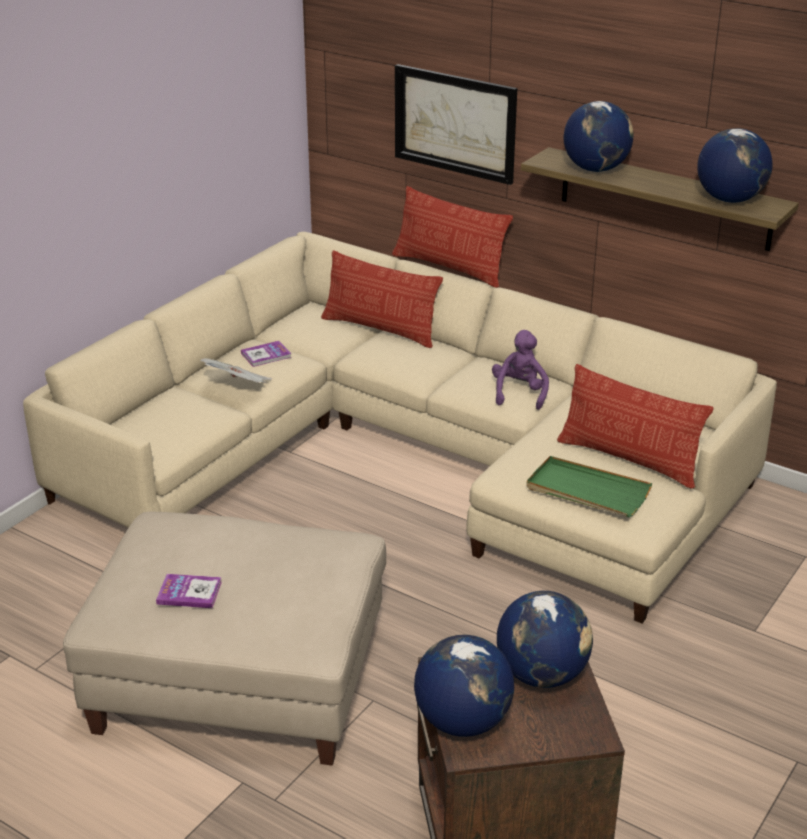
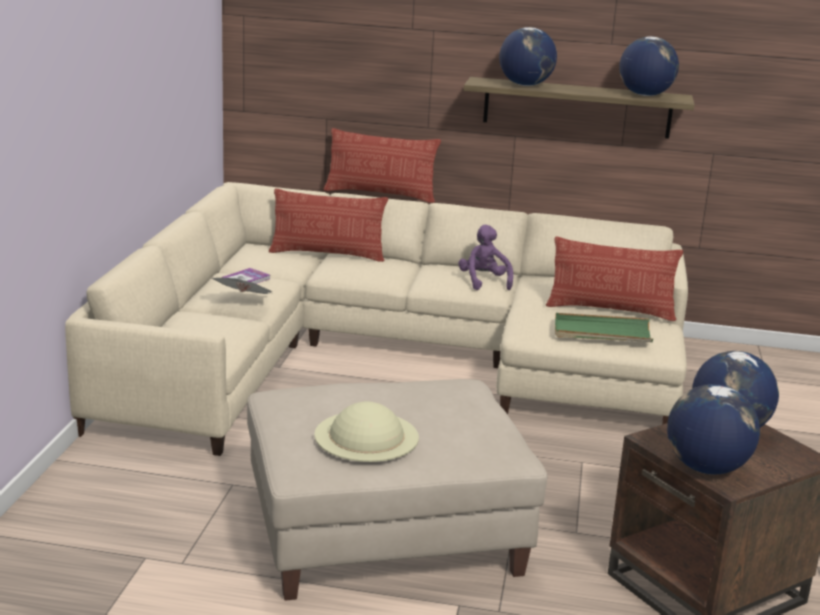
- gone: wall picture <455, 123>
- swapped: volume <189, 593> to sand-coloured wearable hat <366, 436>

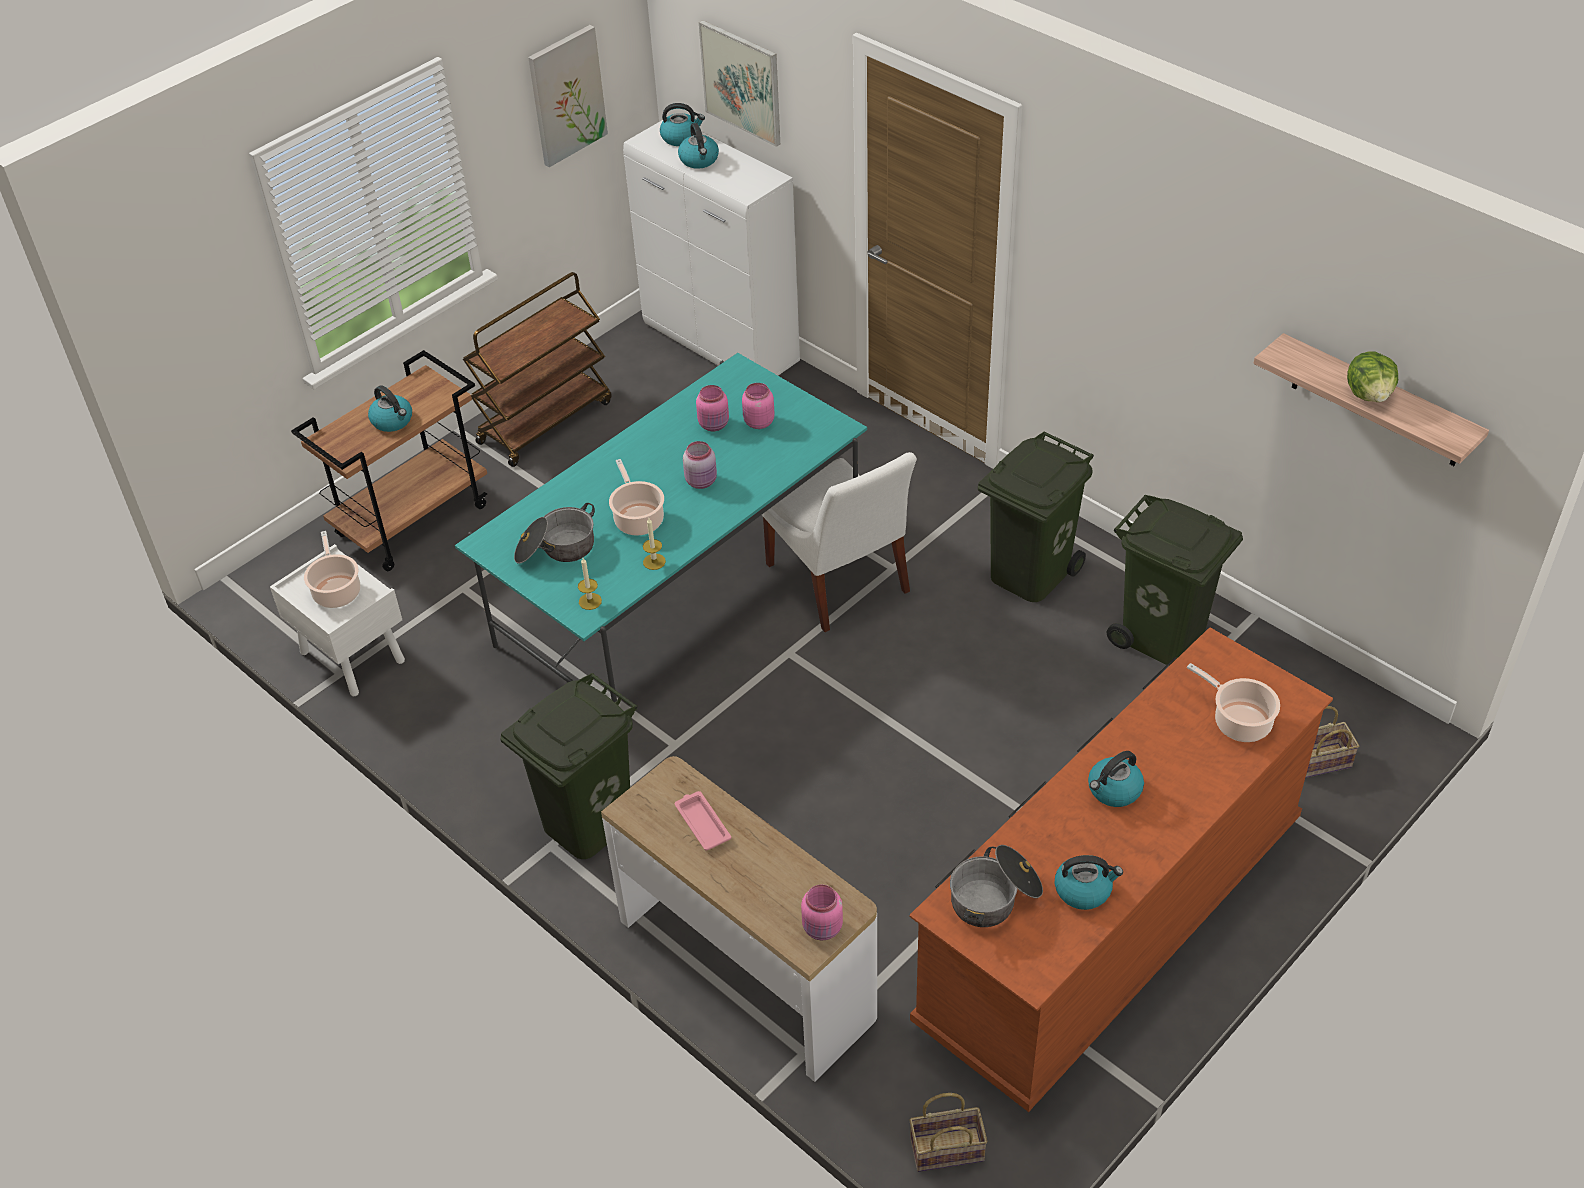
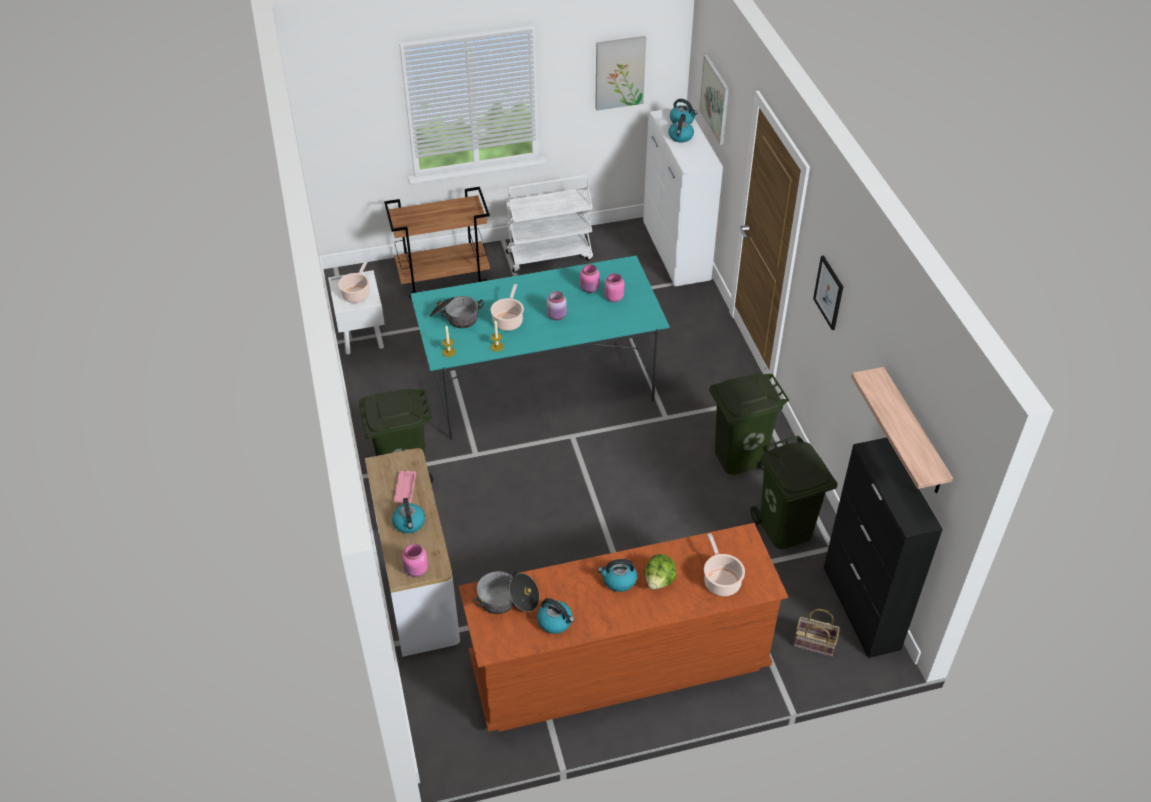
- repainted: brown-coloured wheeled cart <545, 421> to white wheeled cart <549, 255>
- shifted: lettuce <1369, 394> to <659, 581>
- shifted: tea kettle <393, 421> to <409, 523>
- gone: white upright chair <839, 582>
- gone: basket <948, 1148>
- new: wall picture <829, 292>
- new: black-coloured cabinet <861, 608>

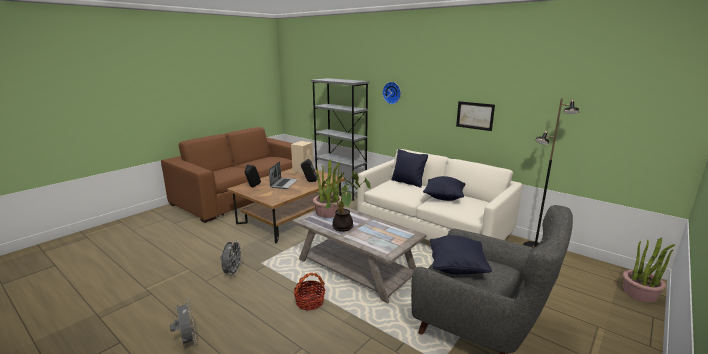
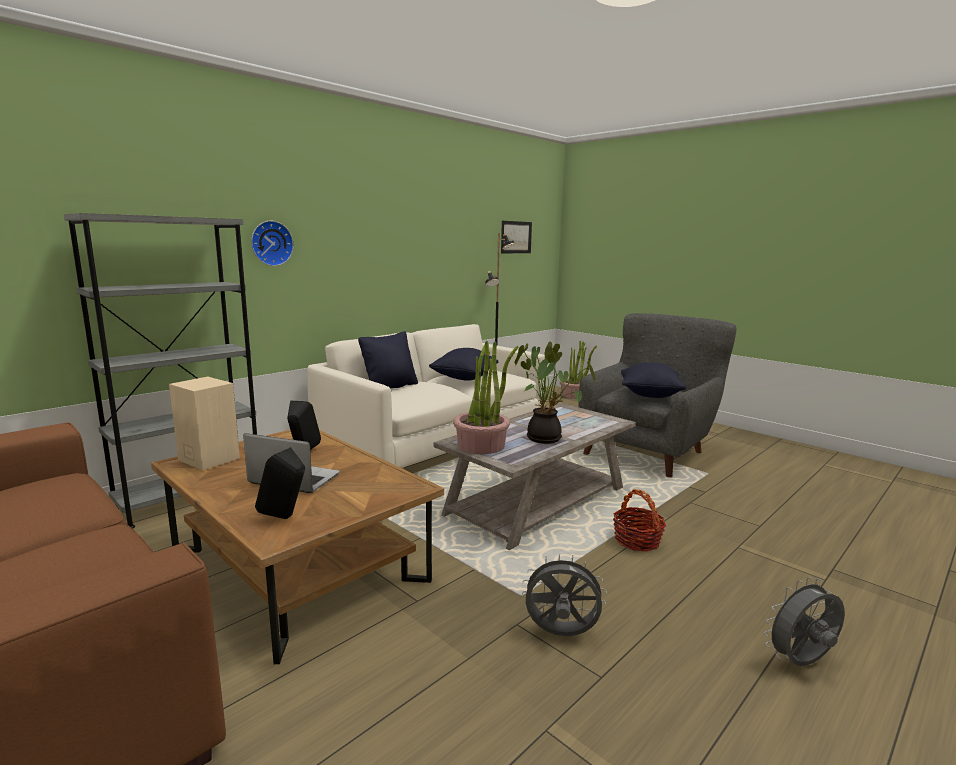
- shifted: wall picture <475, 115> to <516, 237>

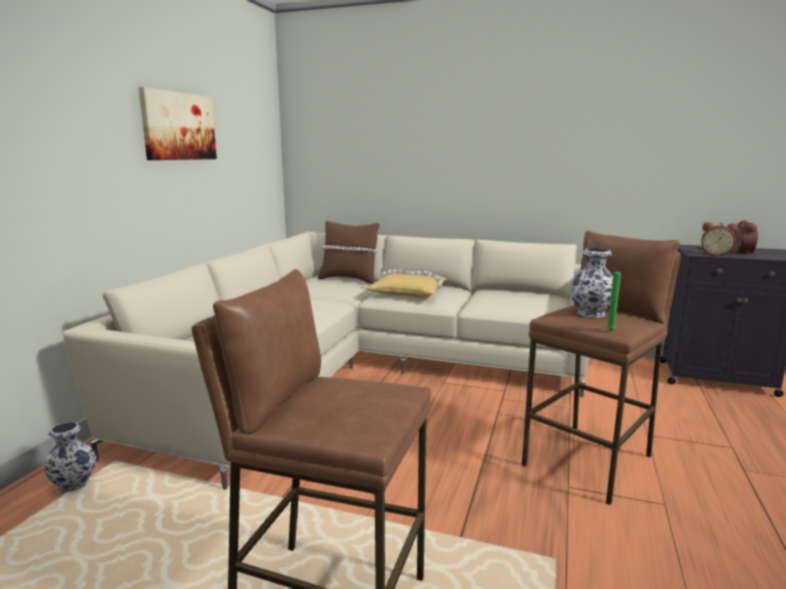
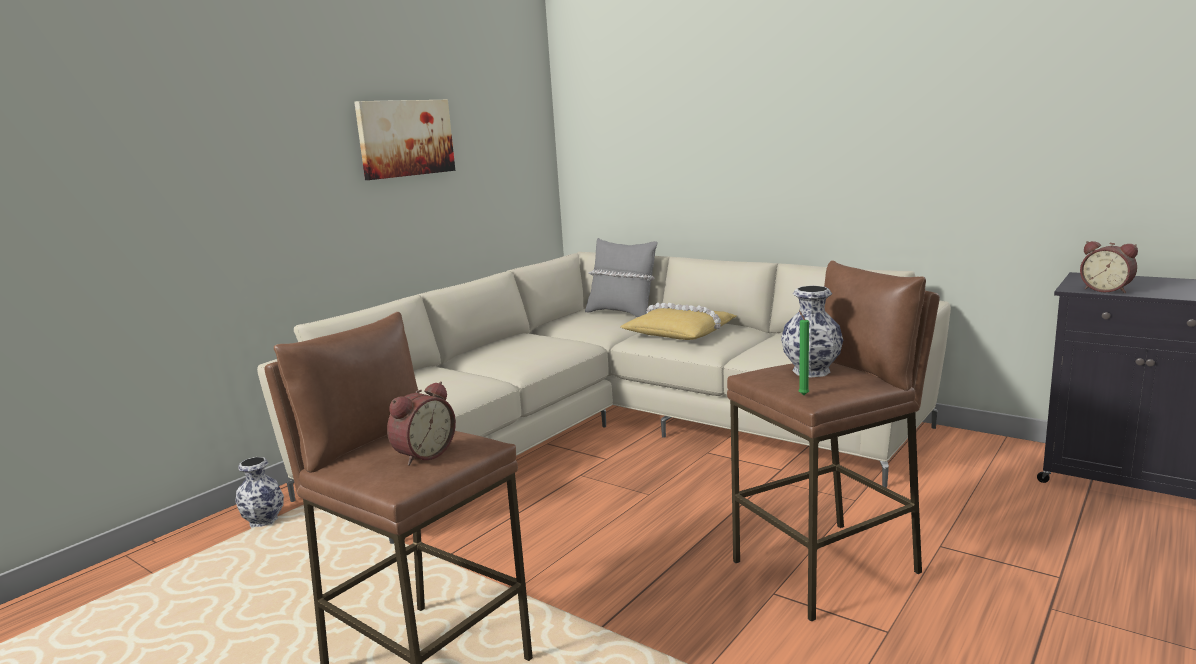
- repainted: brown-coloured pillow <349, 279> to grey pillow <622, 313>
- shifted: bedside clock <740, 252> to <423, 454>

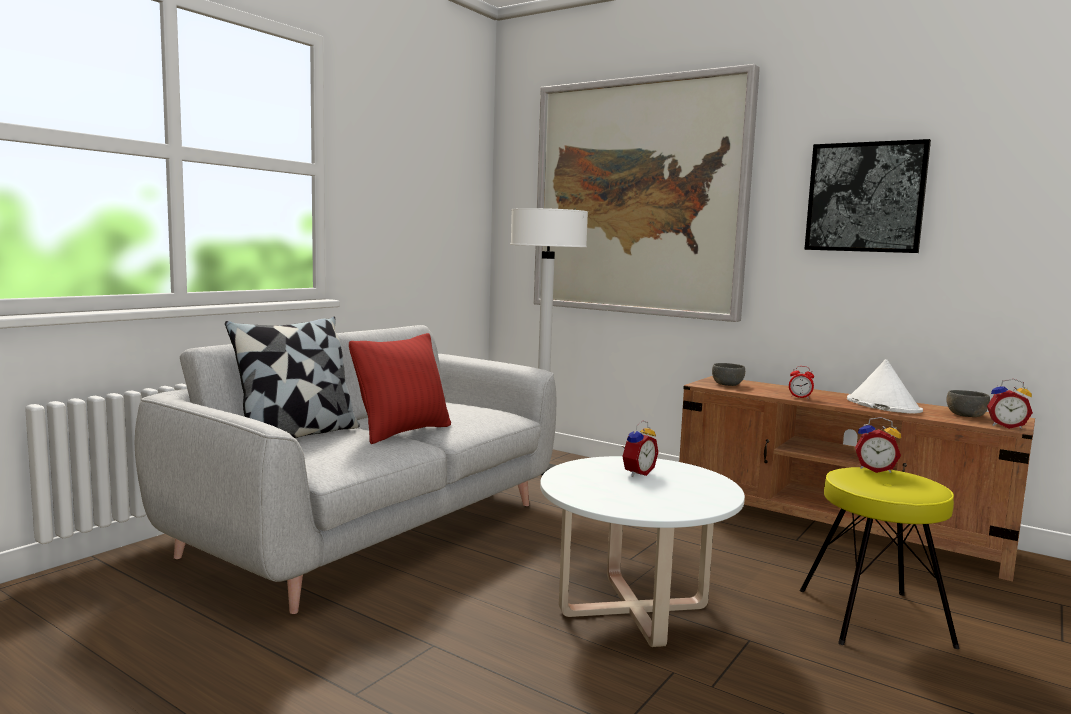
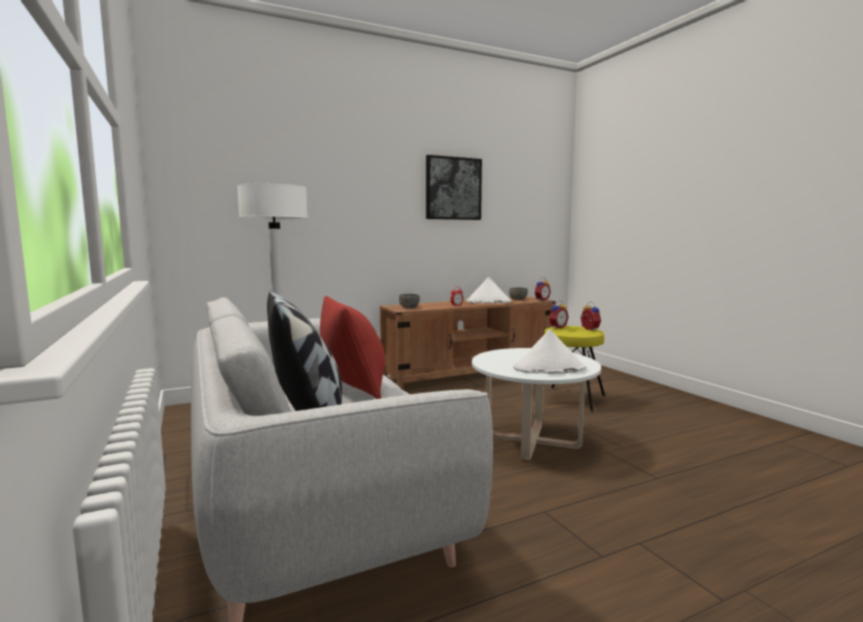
- gone: wall picture <638, 198>
- shifted: bedside clock <636, 473> to <588, 329>
- new: white wearable hat <549, 369>

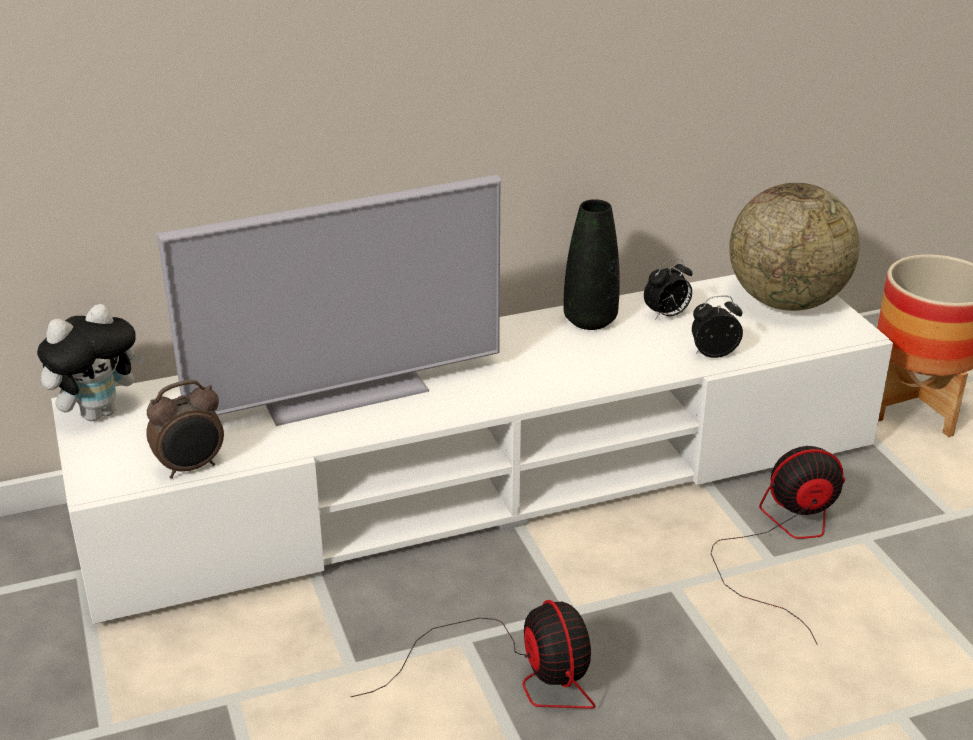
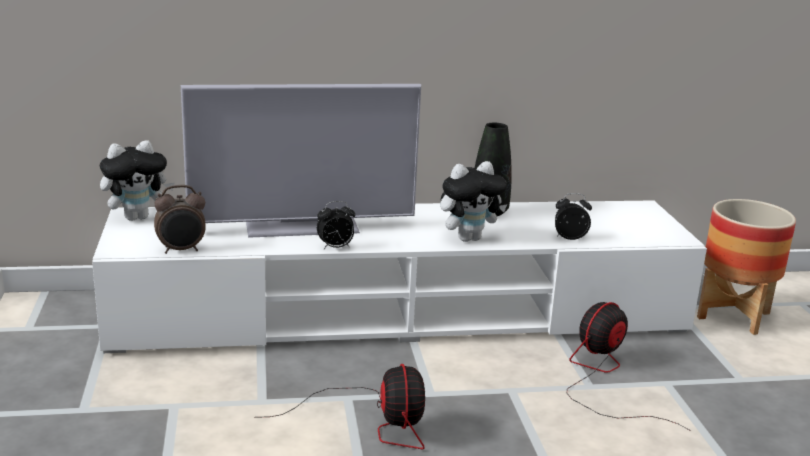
- gone: globe <786, 302>
- shifted: bedside clock <667, 315> to <335, 248>
- rotated: cooling fan <784, 542> = <603, 377> 45 degrees counterclockwise
- new: cuddly toy <469, 238>

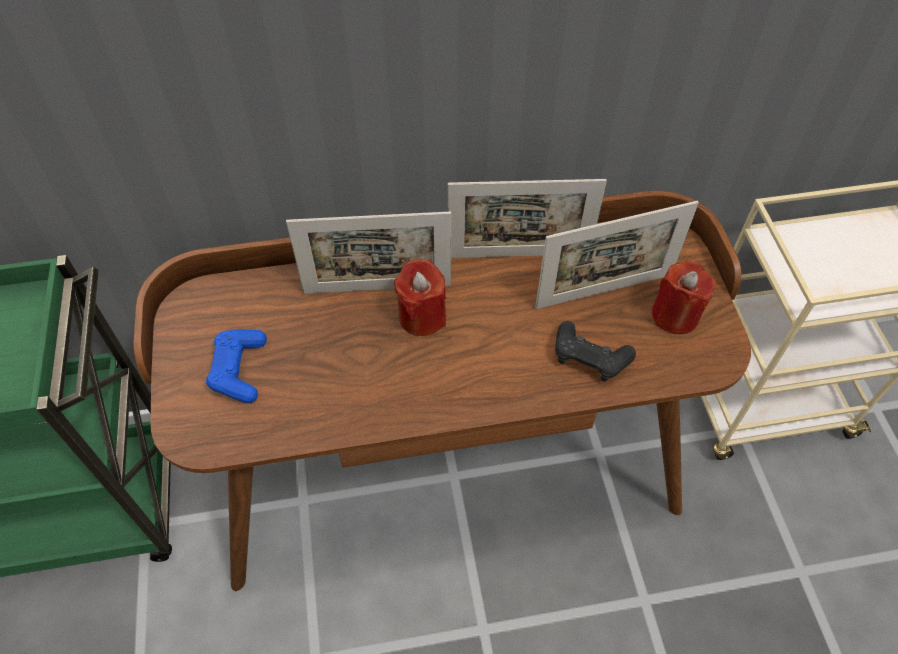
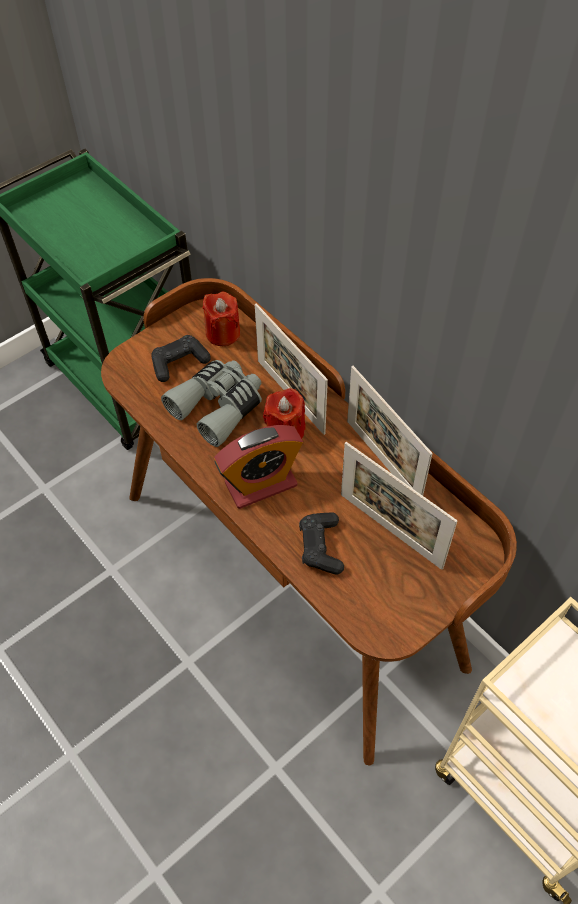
- shifted: red candle <675, 315> to <223, 333>
- repainted: blue game controller <239, 370> to black-coloured game controller <179, 363>
- new: grey binoculars <219, 406>
- new: bedside clock <261, 484>

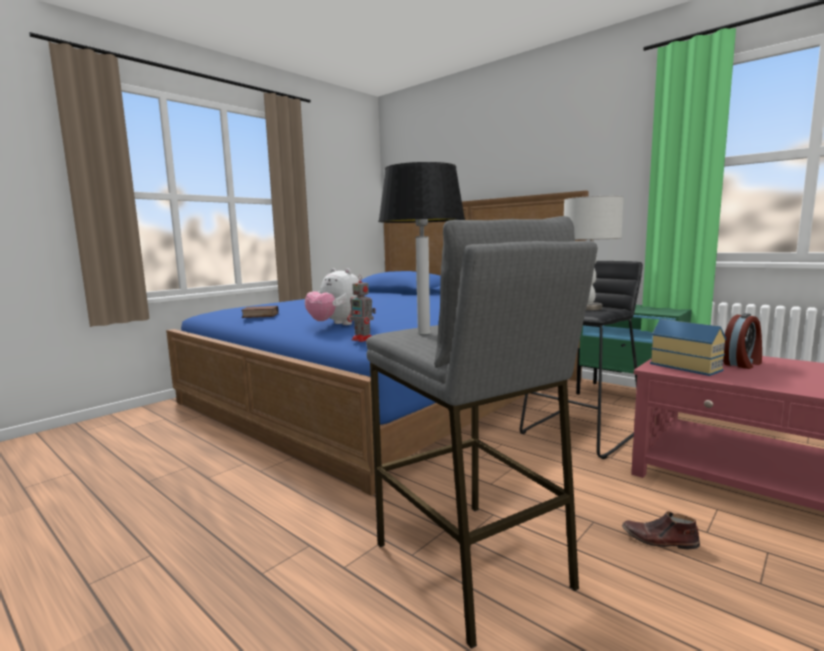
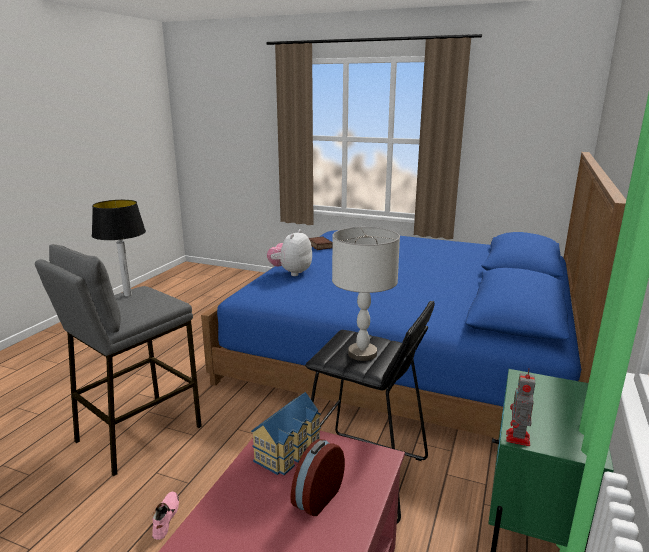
- shifted: toy robot <363, 339> to <517, 439>
- rotated: bedside clock <743, 364> = <316, 497> 90 degrees clockwise
- repainted: brown-coloured low shoe <659, 540> to pink-coloured low shoe <165, 518>

